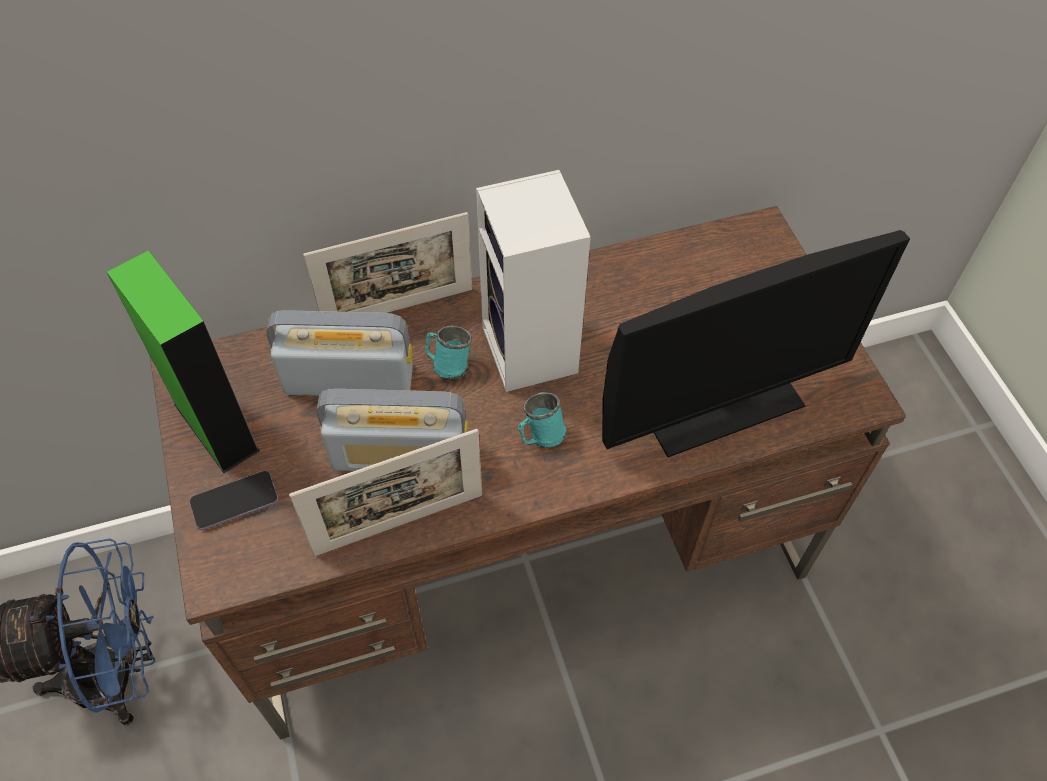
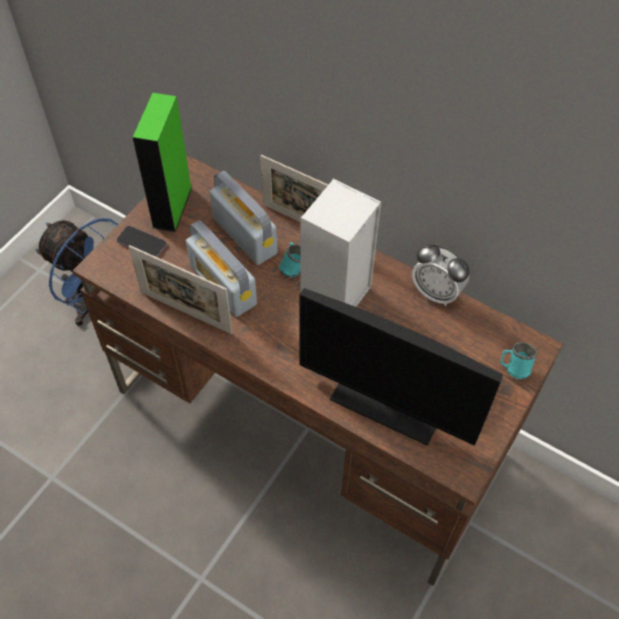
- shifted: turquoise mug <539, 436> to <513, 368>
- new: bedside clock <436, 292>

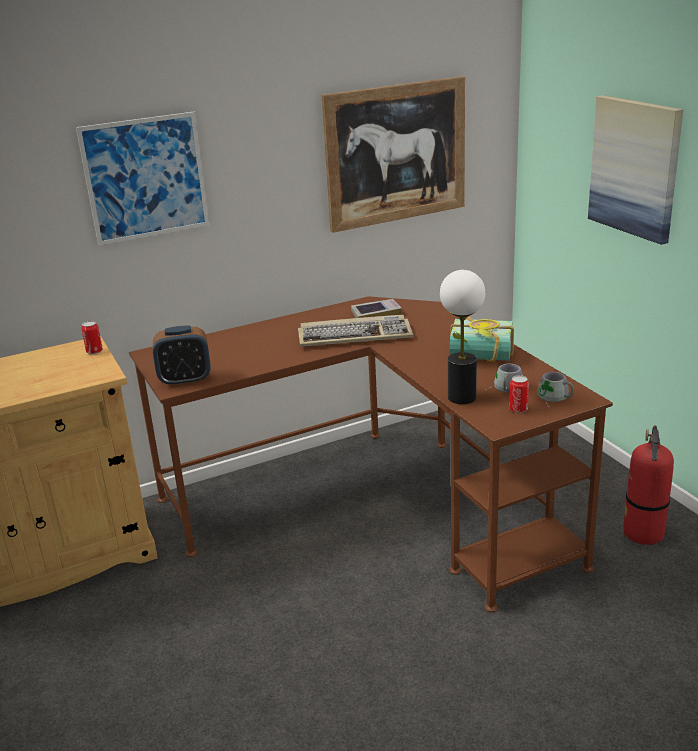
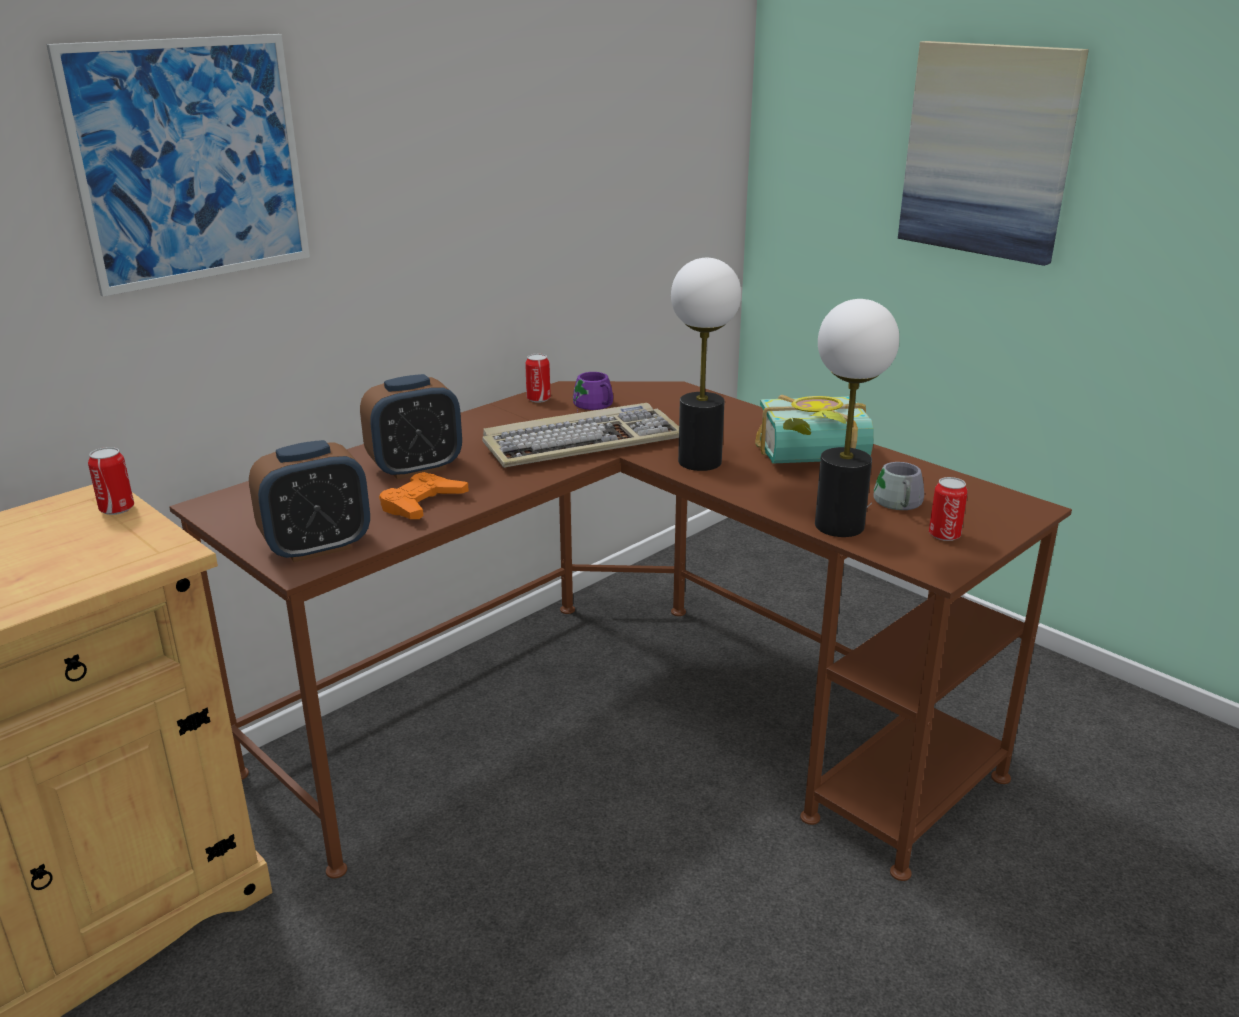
- gone: wall picture <396, 153>
- swapped: volume <376, 313> to purple-coloured mug <592, 406>
- gone: grey mug <554, 398>
- gone: fire-fighting cylinder <644, 534>
- new: tabletop lamp <699, 462>
- new: sealed can <538, 399>
- new: bedside clock <415, 468>
- new: orange-coloured game controller <422, 503>

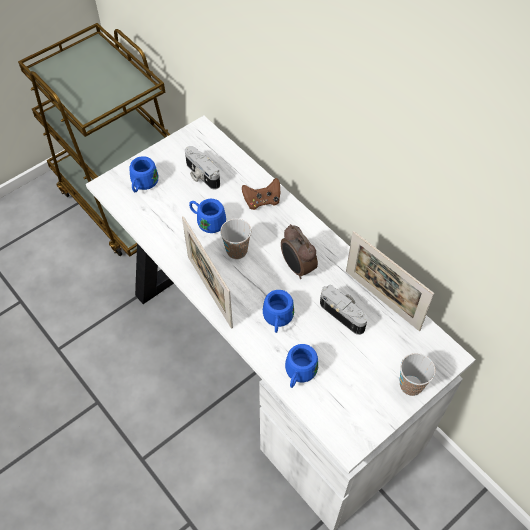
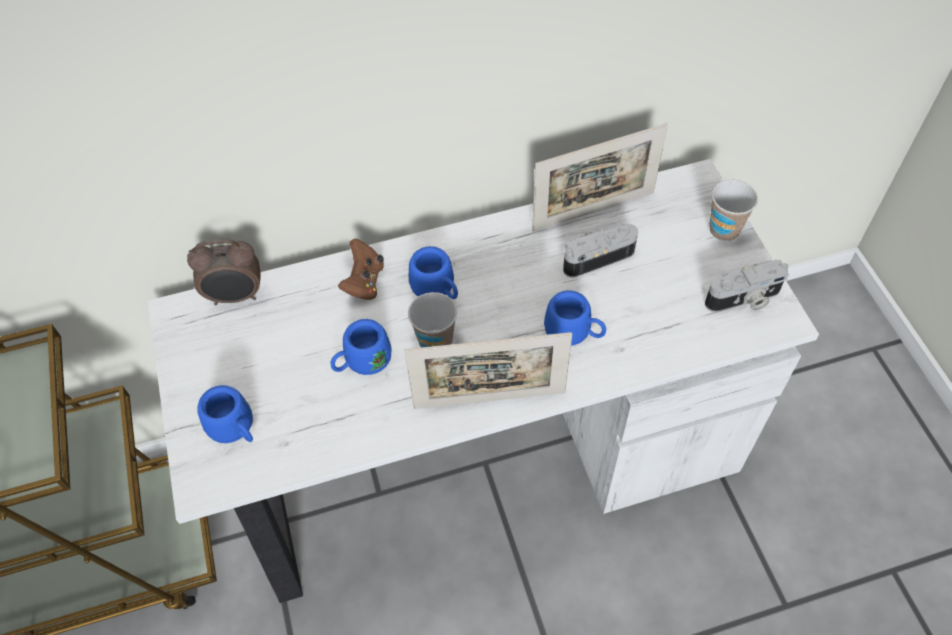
- shifted: photo camera <201, 175> to <744, 300>
- shifted: bedside clock <297, 268> to <236, 296>
- shifted: blue mug <299, 374> to <437, 290>

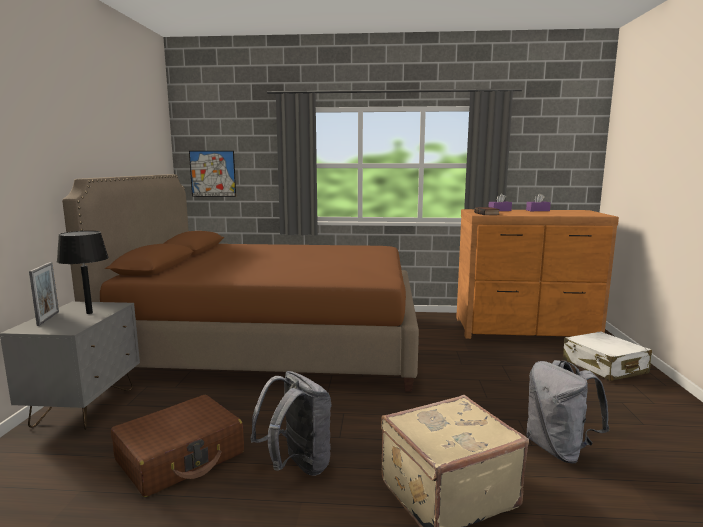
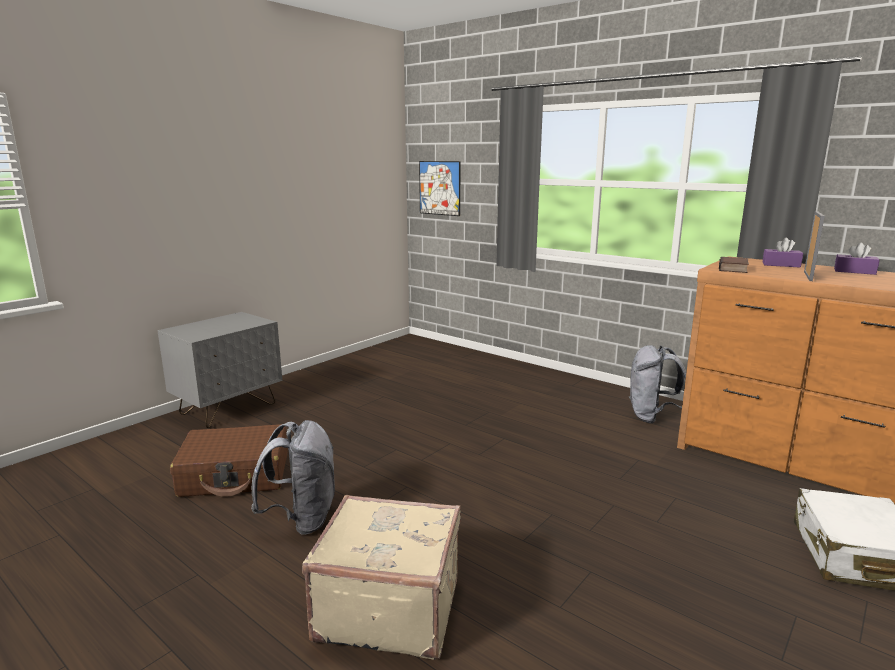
- gone: brown-coloured sleeping bed <274, 343>
- gone: black-coloured tabletop lamp <89, 313>
- shifted: photo frame <48, 318> to <808, 276>
- shifted: grey rucksack <559, 449> to <652, 417>

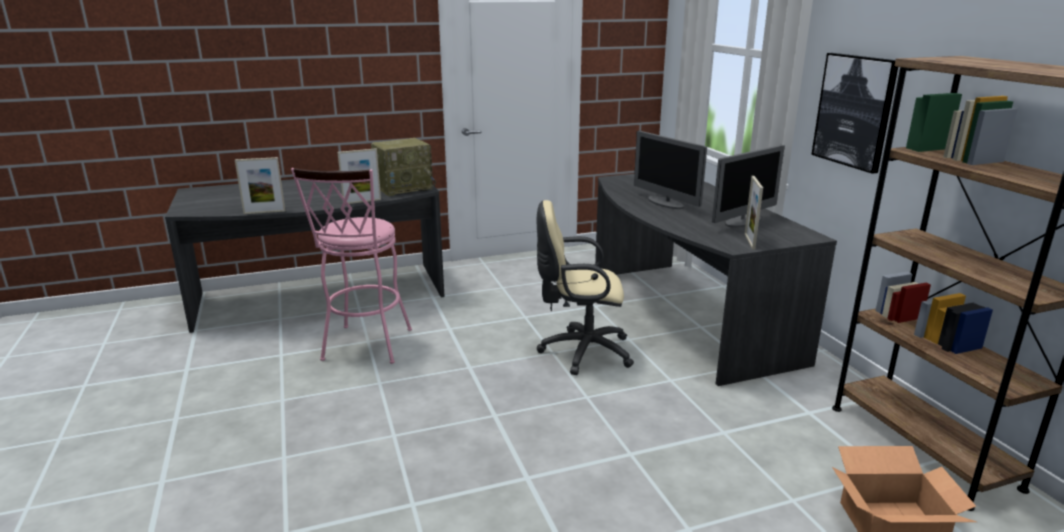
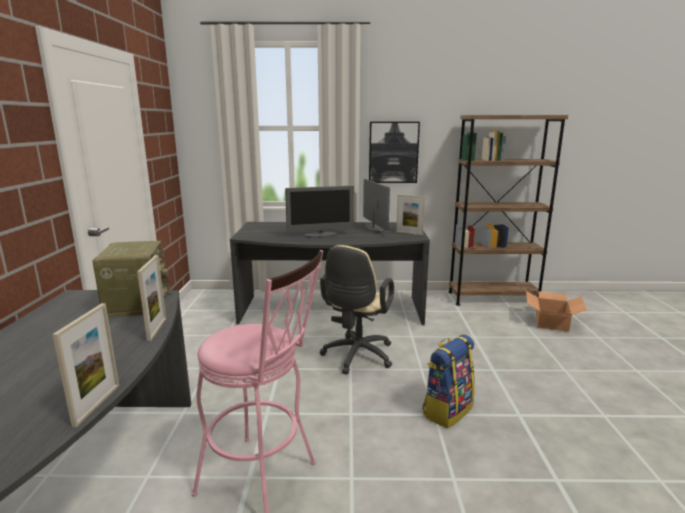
- new: rucksack <447, 410>

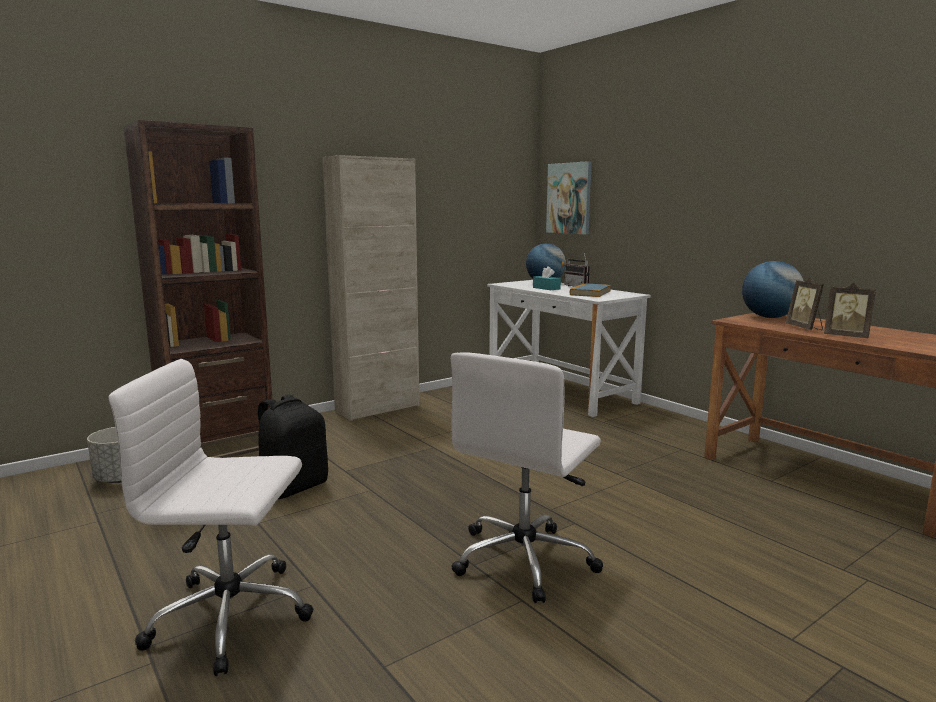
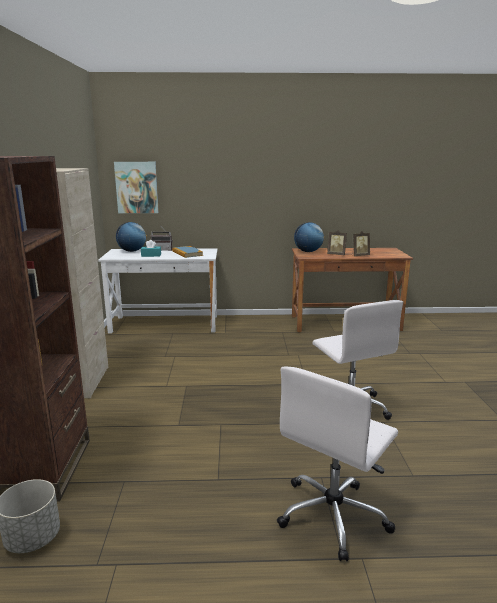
- gone: black-coloured rucksack <293, 487>

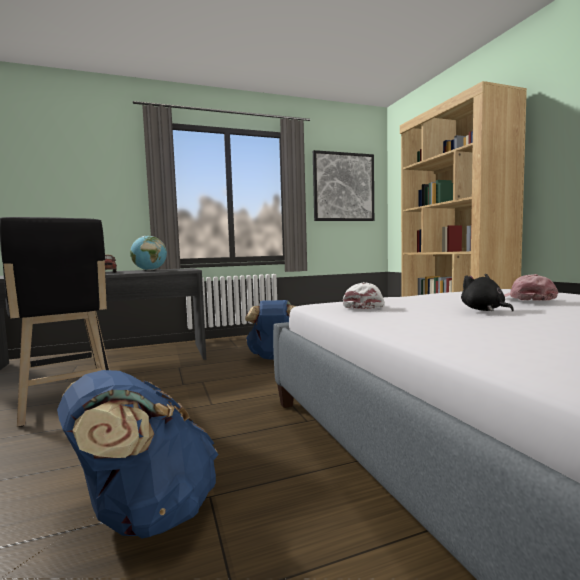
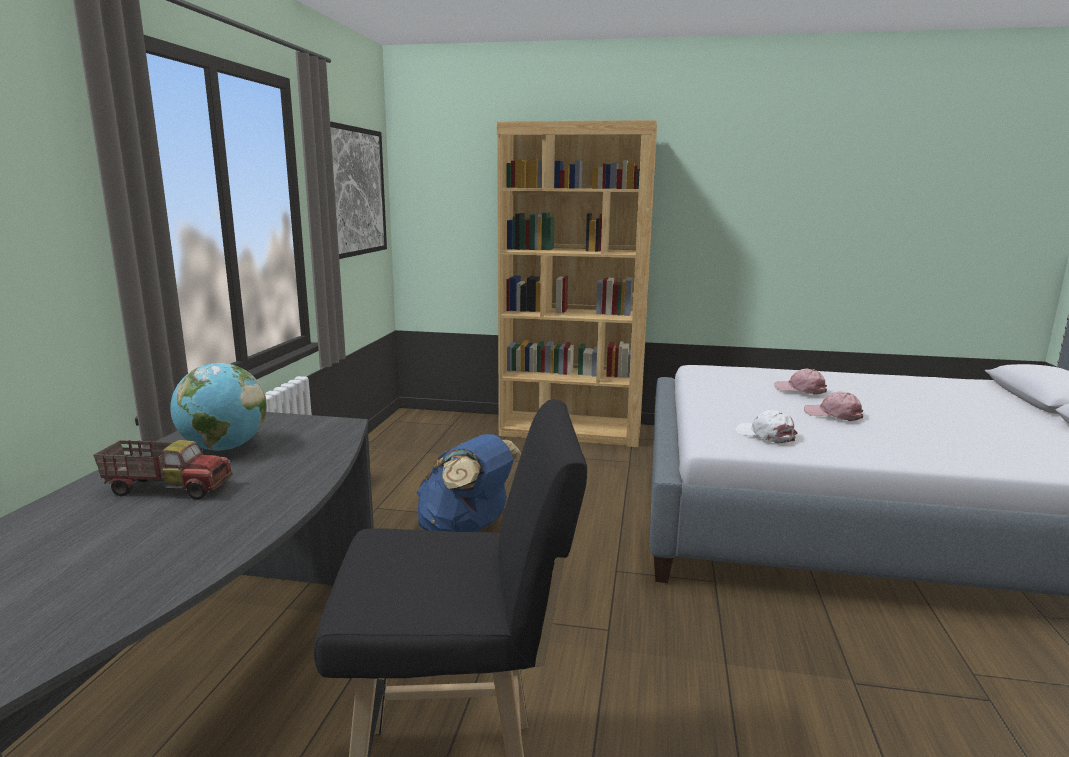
- swapped: black-coloured cuddly toy <484, 310> to pink-coloured cap <833, 414>
- gone: blue rucksack <145, 515>

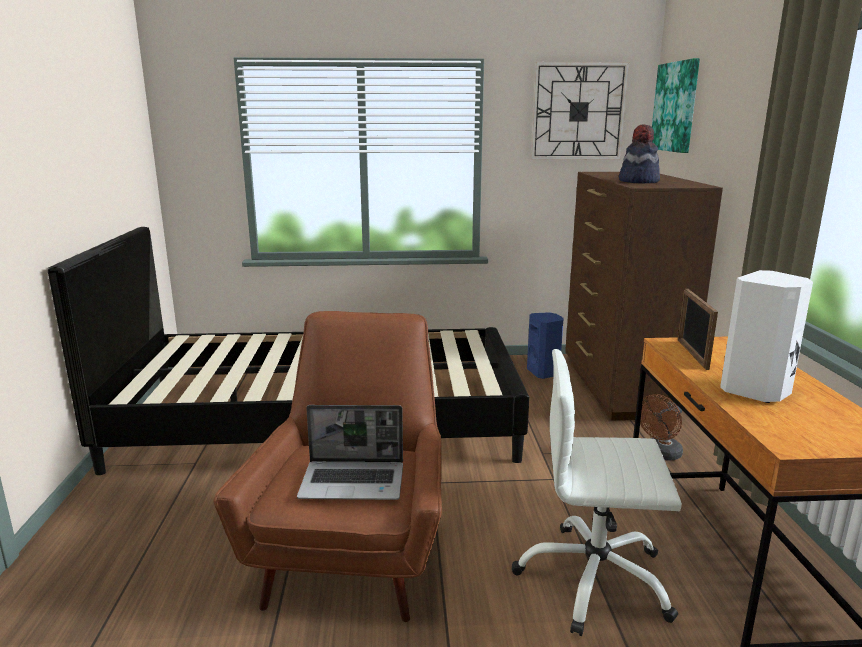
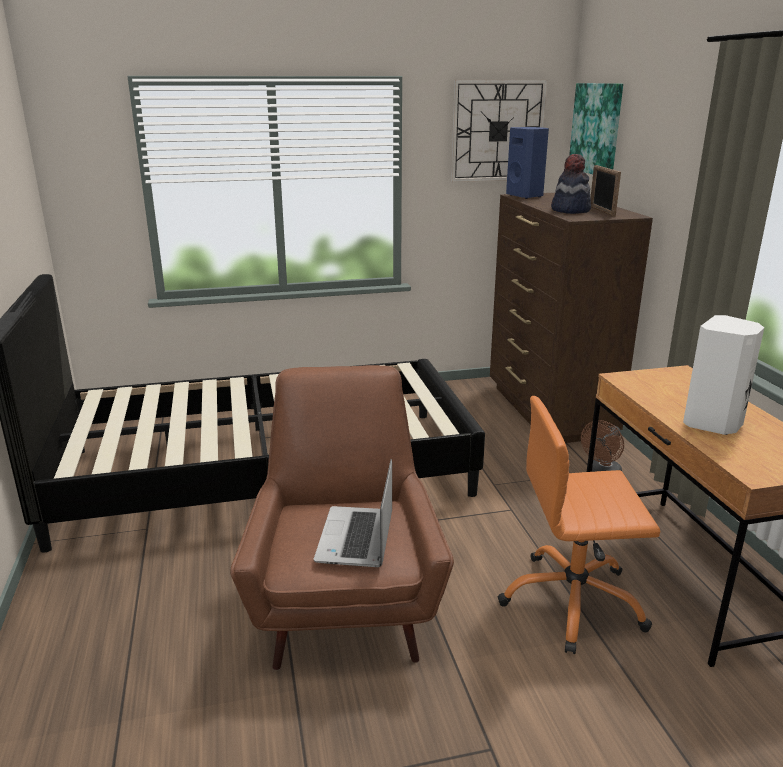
- shifted: photo frame <692, 354> to <601, 211>
- shifted: blue speaker <544, 373> to <526, 196>
- repainted: white computer chair <594, 579> to orange-coloured computer chair <572, 602>
- rotated: laptop <354, 482> = <357, 539> 105 degrees clockwise

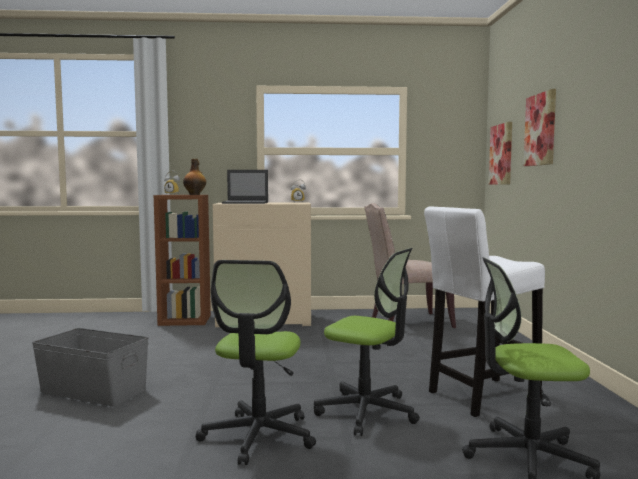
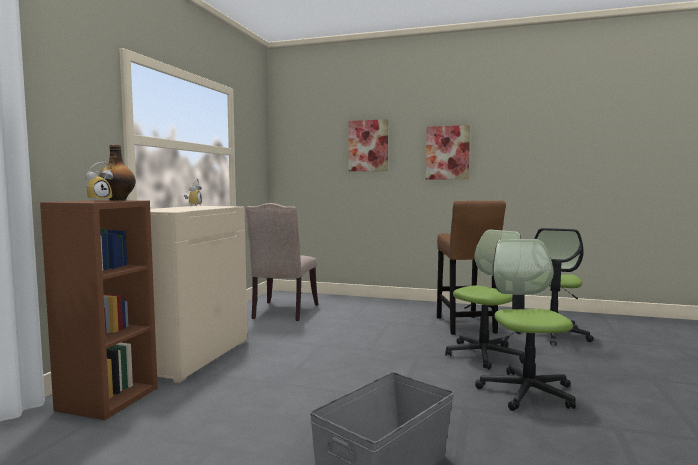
- shifted: wall picture <501, 154> to <447, 152>
- gone: laptop <246, 203>
- repainted: white sitting stool <479, 397> to brown-coloured sitting stool <465, 326>
- rotated: computer chair <258, 436> = <526, 392> 120 degrees counterclockwise

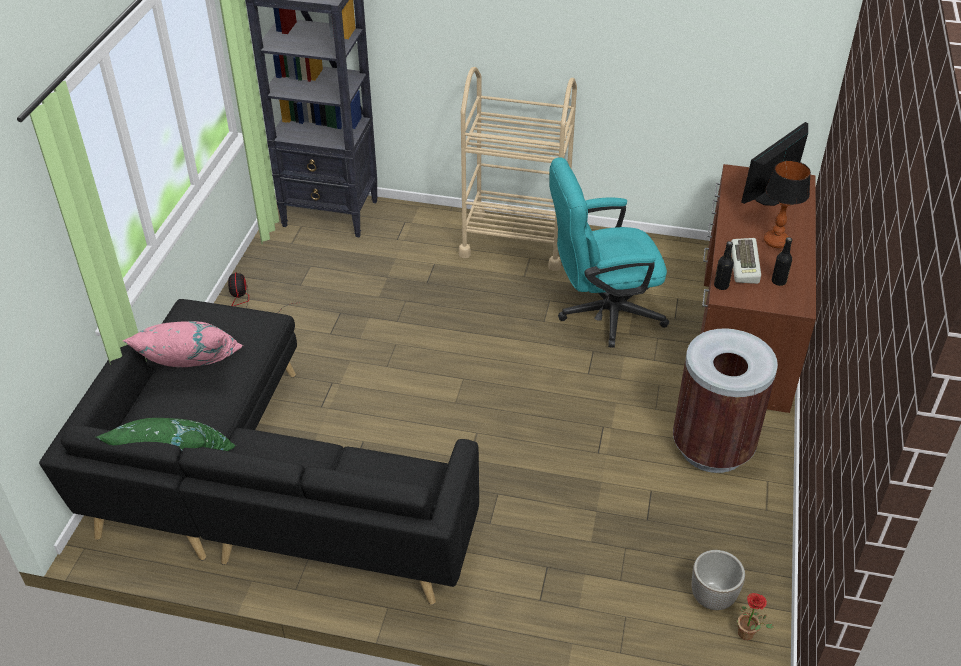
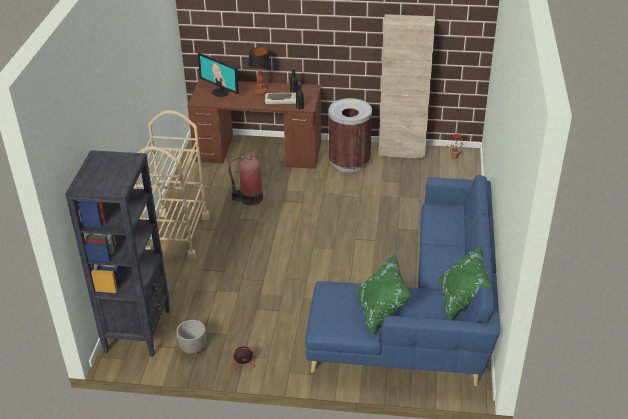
- swapped: turquoise computer chair <601, 313> to fire-fighting cylinder <250, 198>
- repainted: black-coloured couch <258, 493> to blue couch <422, 319>
- repainted: pink-coloured pillow <191, 370> to greenish pillow <381, 311>
- shifted: planter <712, 597> to <193, 348>
- new: sand-coloured cabinet <401, 152>

